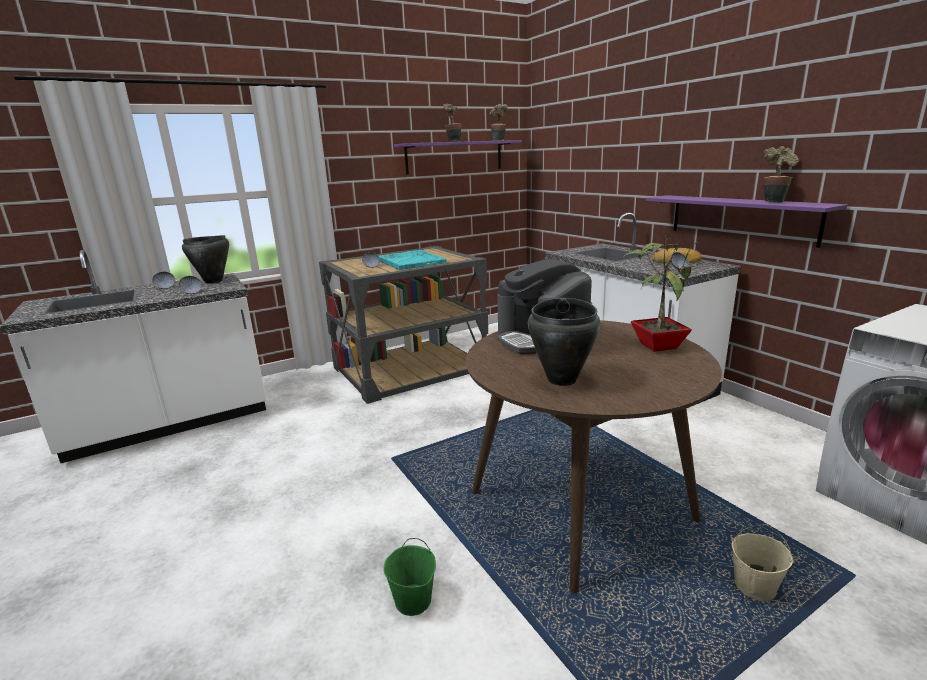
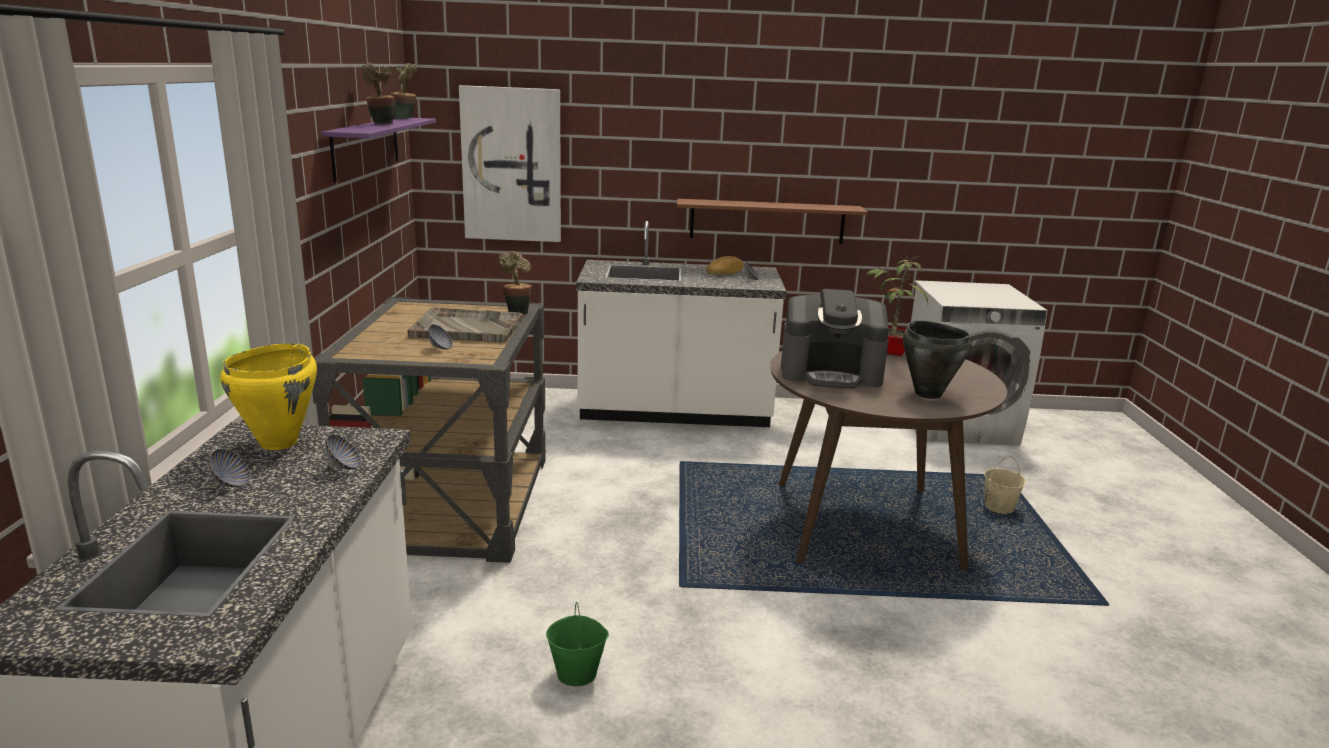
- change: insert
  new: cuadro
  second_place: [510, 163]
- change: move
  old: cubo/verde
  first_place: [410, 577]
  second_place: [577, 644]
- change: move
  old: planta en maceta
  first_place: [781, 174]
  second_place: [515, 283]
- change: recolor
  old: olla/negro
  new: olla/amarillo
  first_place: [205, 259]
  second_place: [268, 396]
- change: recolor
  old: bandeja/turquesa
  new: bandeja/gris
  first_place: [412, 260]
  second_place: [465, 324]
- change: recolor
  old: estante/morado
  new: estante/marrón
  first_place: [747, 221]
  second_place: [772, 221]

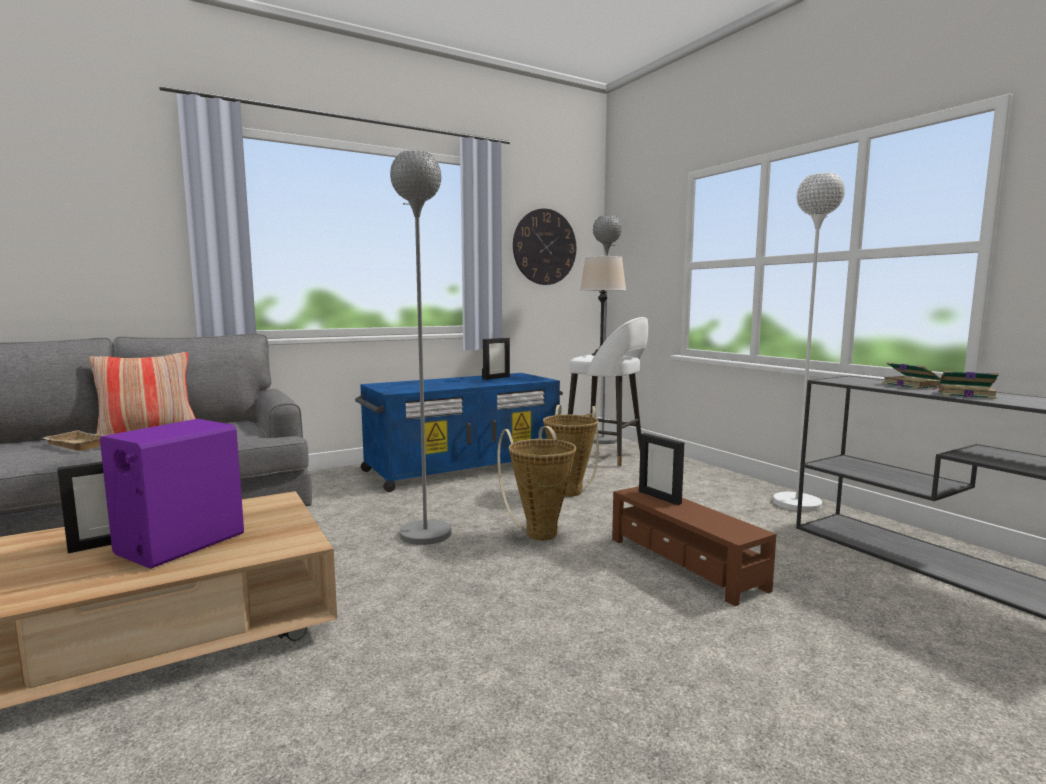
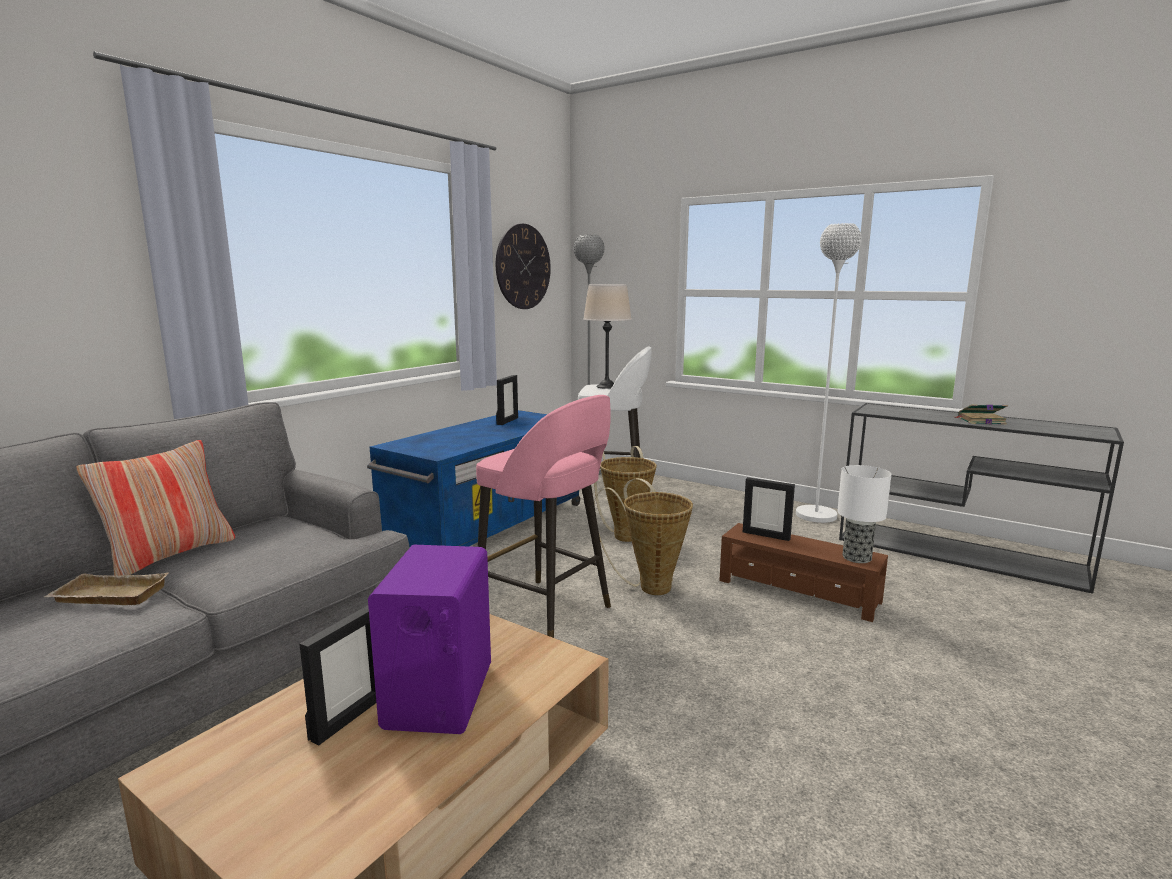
- change: delete
  old: libro
  first_place: [911, 375]
- change: insert
  new: lámpara de mesa
  second_place: [864, 514]
- change: replace
  old: lámpara de pie/gris
  new: taburete/rosa
  first_place: [420, 347]
  second_place: [543, 516]

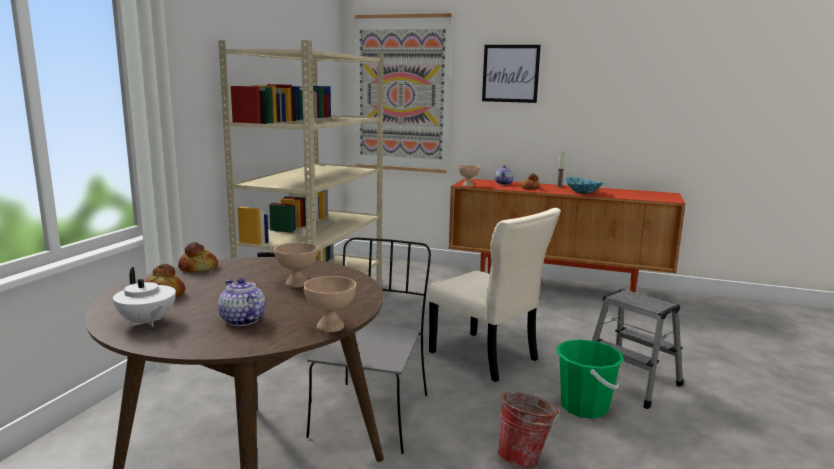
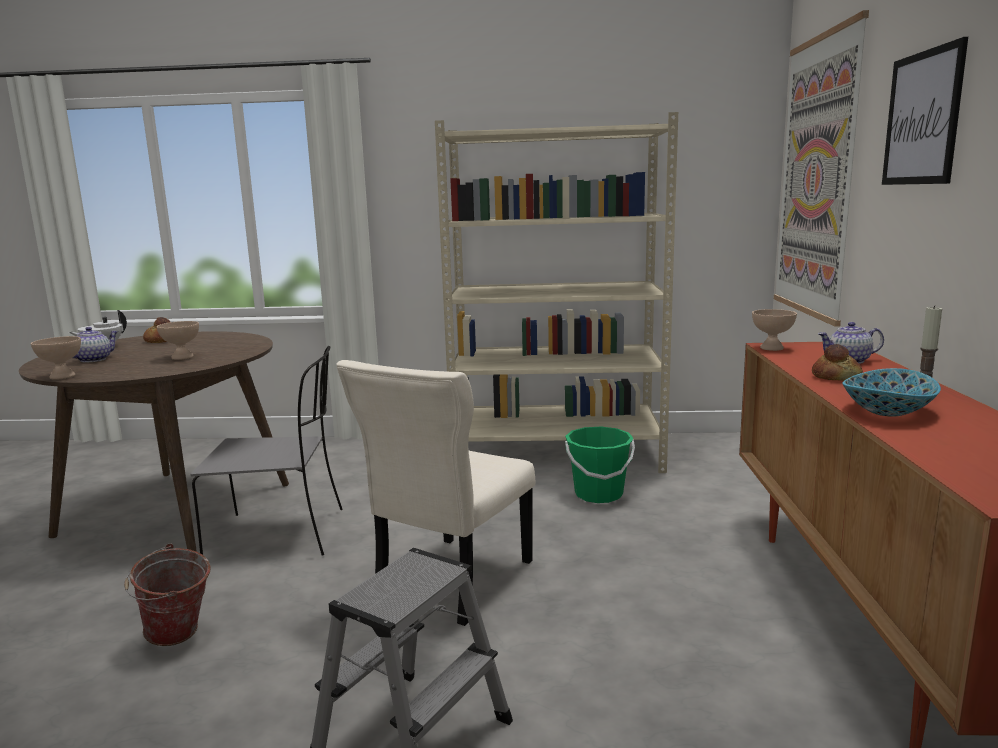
- change: delete
  old: pan
  first_place: [198, 257]
- change: move
  old: cubo/verde
  first_place: [590, 379]
  second_place: [600, 465]

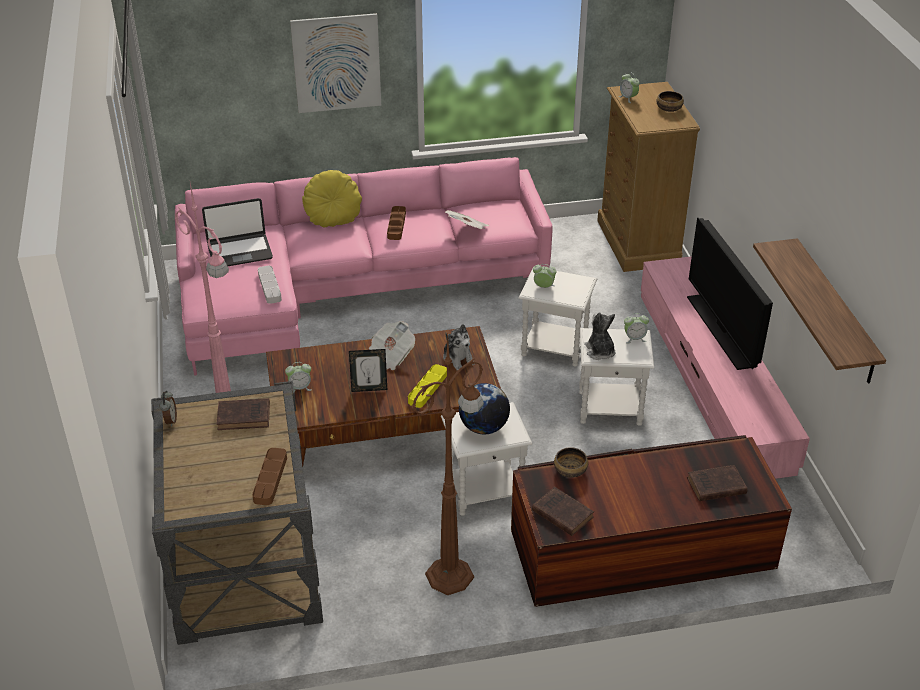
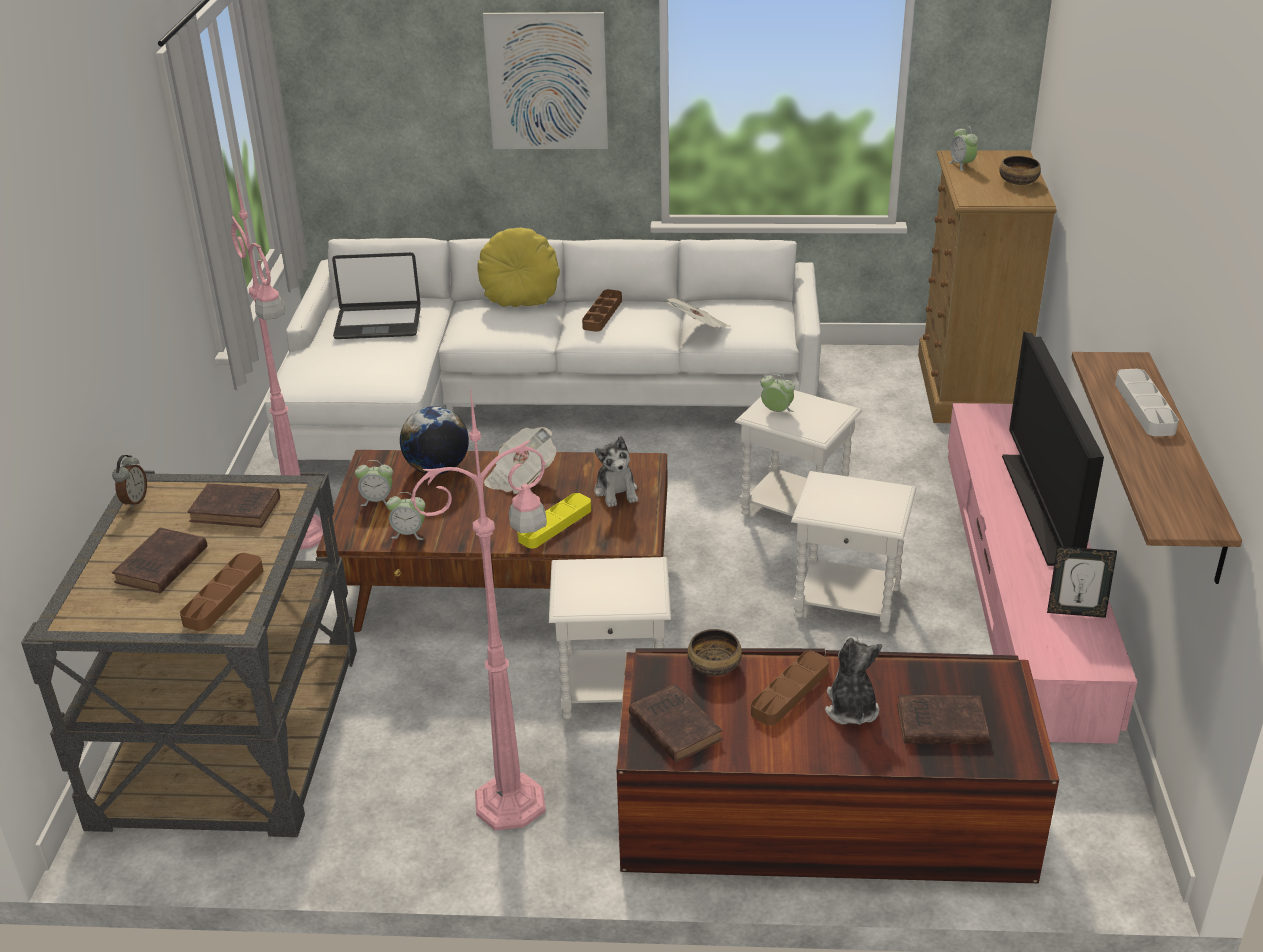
- change: insert
  new: libro/marrón
  second_place: [159, 560]
- change: insert
  new: bandeja/marrón
  second_place: [790, 688]
- change: move
  old: bandeja/gris
  first_place: [270, 285]
  second_place: [1147, 402]
- change: move
  old: portarretratos
  first_place: [368, 370]
  second_place: [1082, 582]
- change: move
  old: globo terráqueo
  first_place: [484, 408]
  second_place: [434, 440]
- change: move
  old: peluche
  first_place: [599, 336]
  second_place: [853, 680]
- change: move
  old: despertador
  first_place: [636, 328]
  second_place: [405, 516]
- change: recolor
  old: sofá/rosa
  new: sofá/blanco
  first_place: [363, 266]
  second_place: [543, 349]
- change: recolor
  old: lámpara de pie/marrón
  new: lámpara de pie/rosa
  first_place: [448, 465]
  second_place: [479, 608]

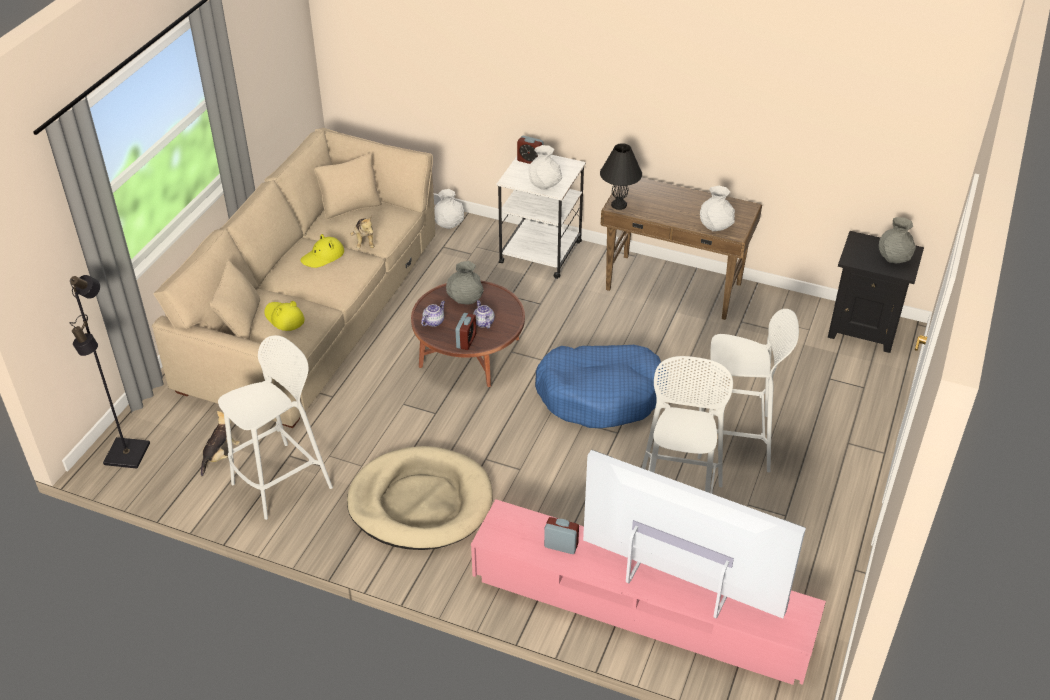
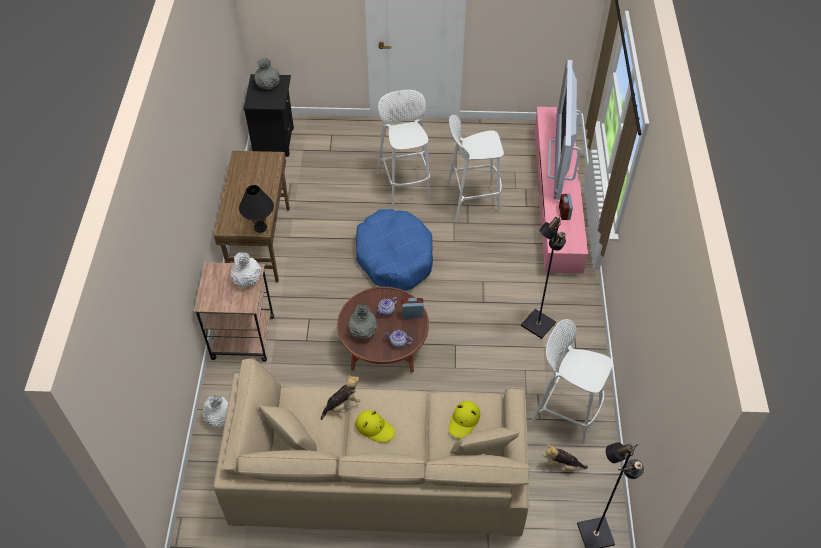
- change: delete
  old: despertador
  first_place: [530, 149]
- change: delete
  old: florero/blanco
  first_place: [717, 208]
- change: replace
  old: cama para perro/beis
  new: lámpara de pie/negro
  first_place: [420, 498]
  second_place: [543, 276]
- change: recolor
  old: carrito/blanco
  new: carrito/marrón
  first_place: [541, 217]
  second_place: [234, 312]

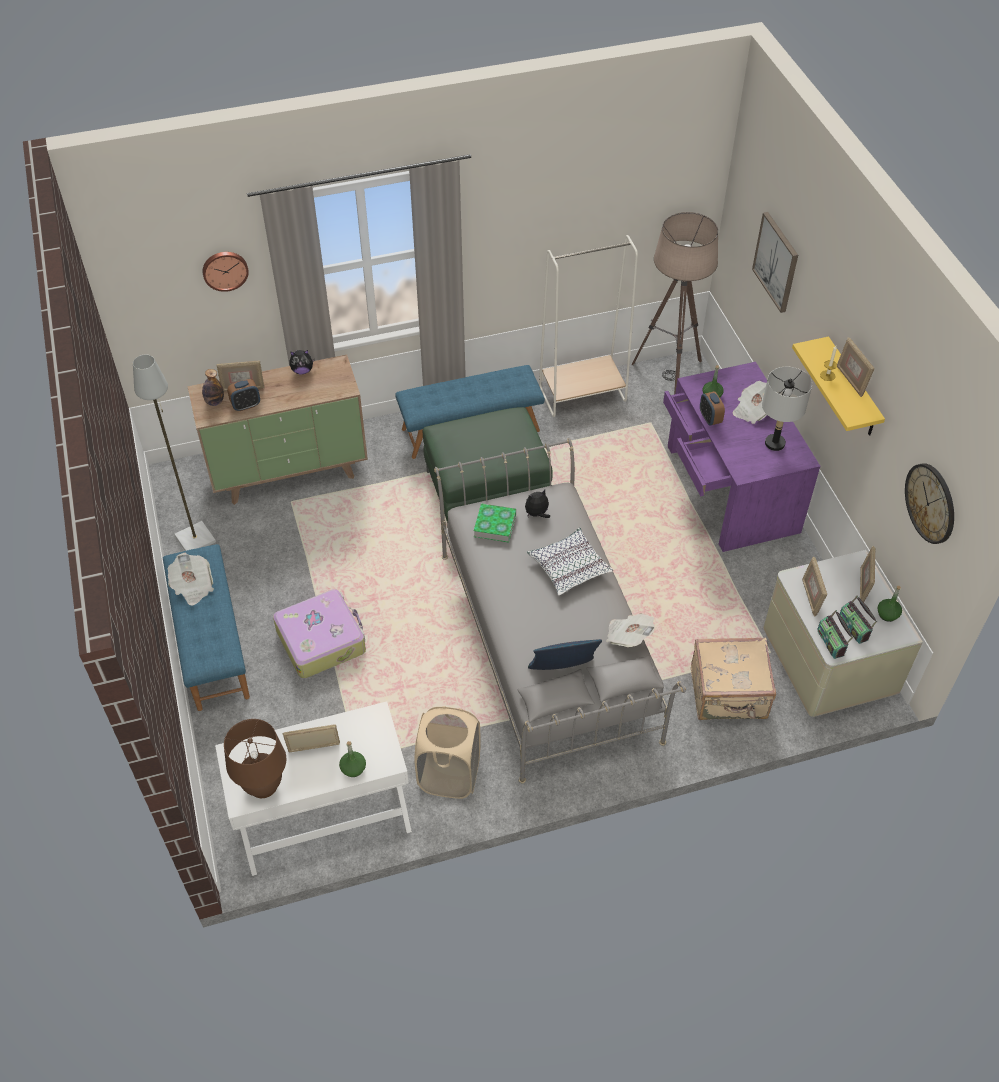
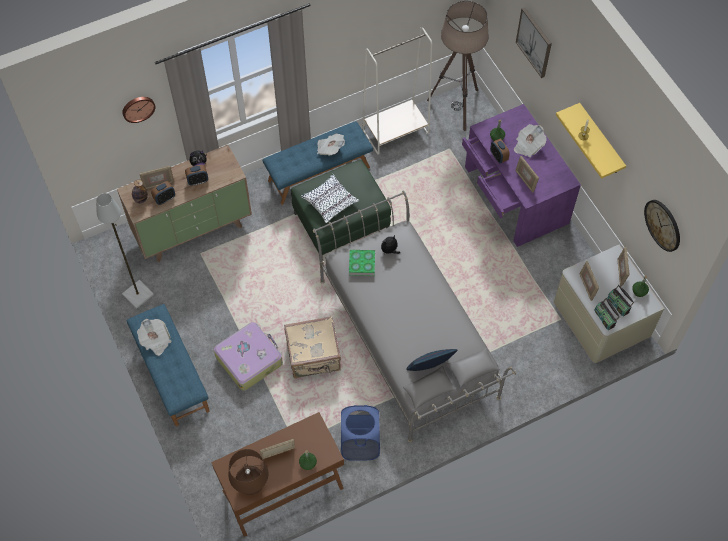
- change: delete
  old: lámpara de mesa/gris
  first_place: [787, 409]
- change: insert
  new: despertador
  second_place: [196, 175]
- change: move
  old: cojín/blanco
  first_place: [570, 561]
  second_place: [330, 198]
- change: move
  old: periódico
  first_place: [630, 630]
  second_place: [331, 145]
- change: move
  old: maleta/beis
  first_place: [733, 678]
  second_place: [312, 347]
- change: move
  old: portarretratos
  first_place: [856, 367]
  second_place: [527, 174]
- change: recolor
  old: mesa consola/blanco
  new: mesa consola/marrón
  first_place: [313, 788]
  second_place: [277, 474]
- change: recolor
  old: cesto de la ropa/beis
  new: cesto de la ropa/azul
  first_place: [447, 752]
  second_place: [360, 433]

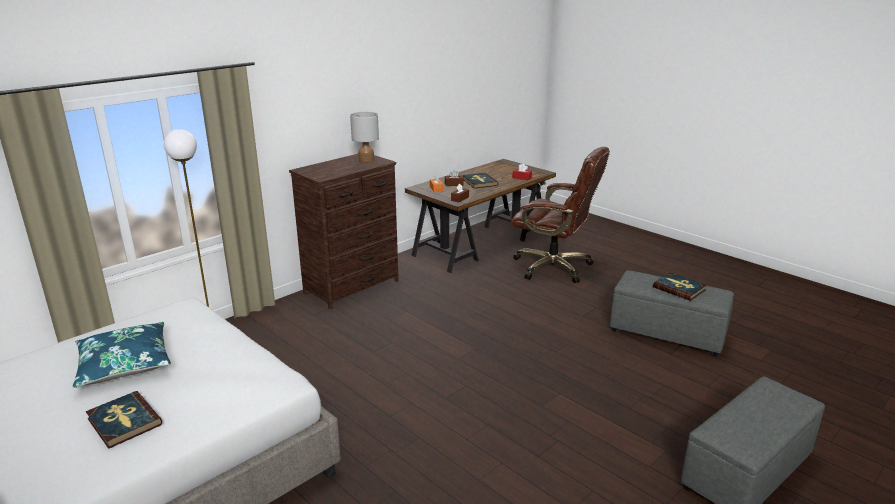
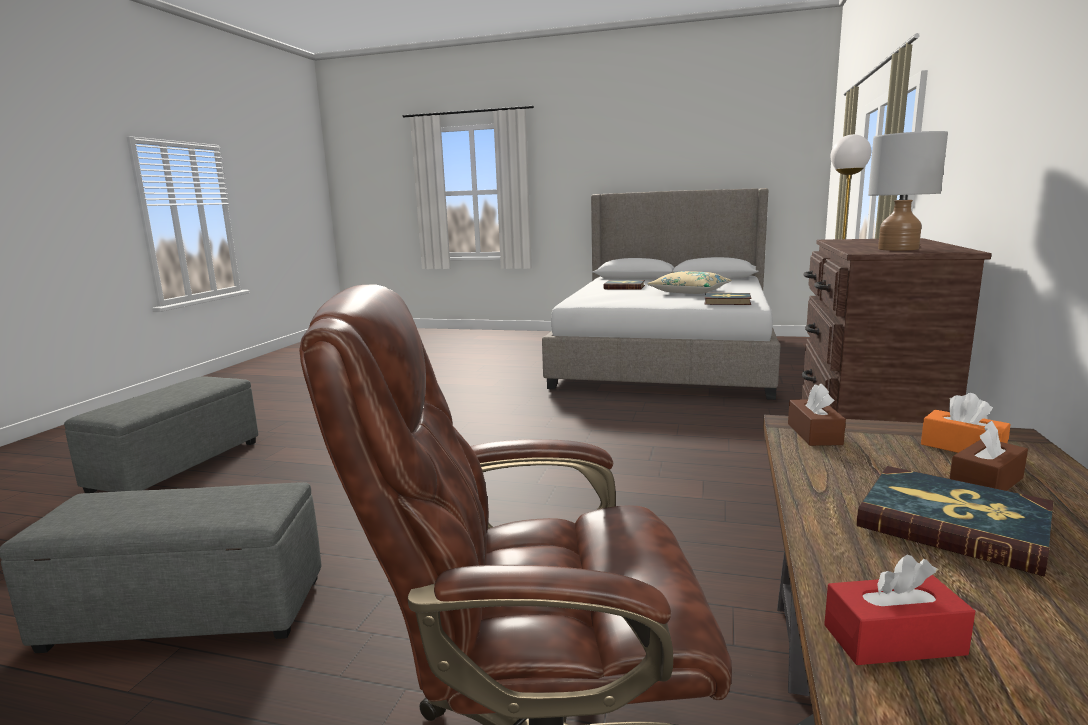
- change: move
  old: libro
  first_place: [680, 286]
  second_place: [727, 299]
- change: recolor
  old: cojín/azul
  new: cojín/beis
  first_place: [122, 355]
  second_place: [689, 282]

